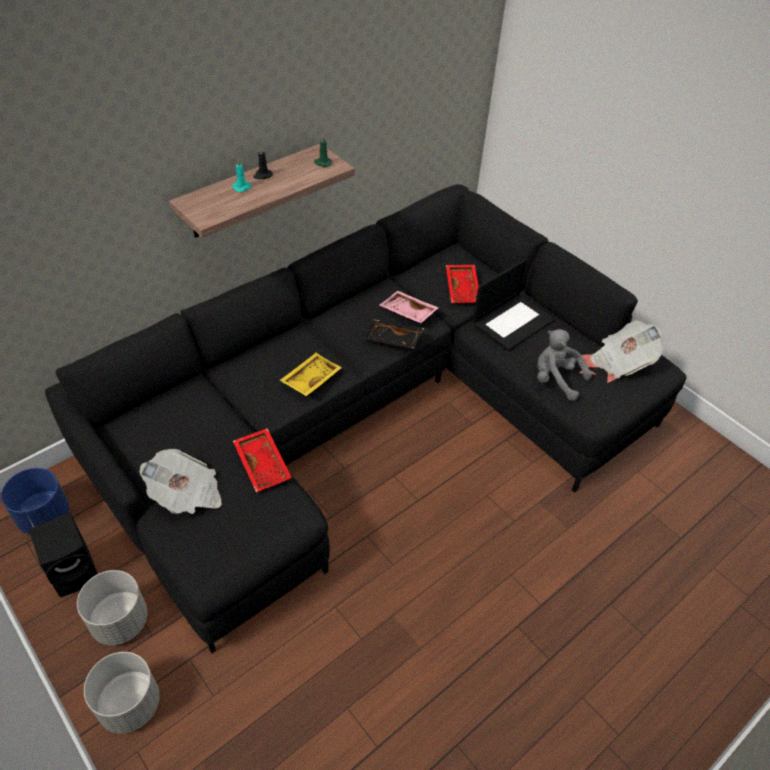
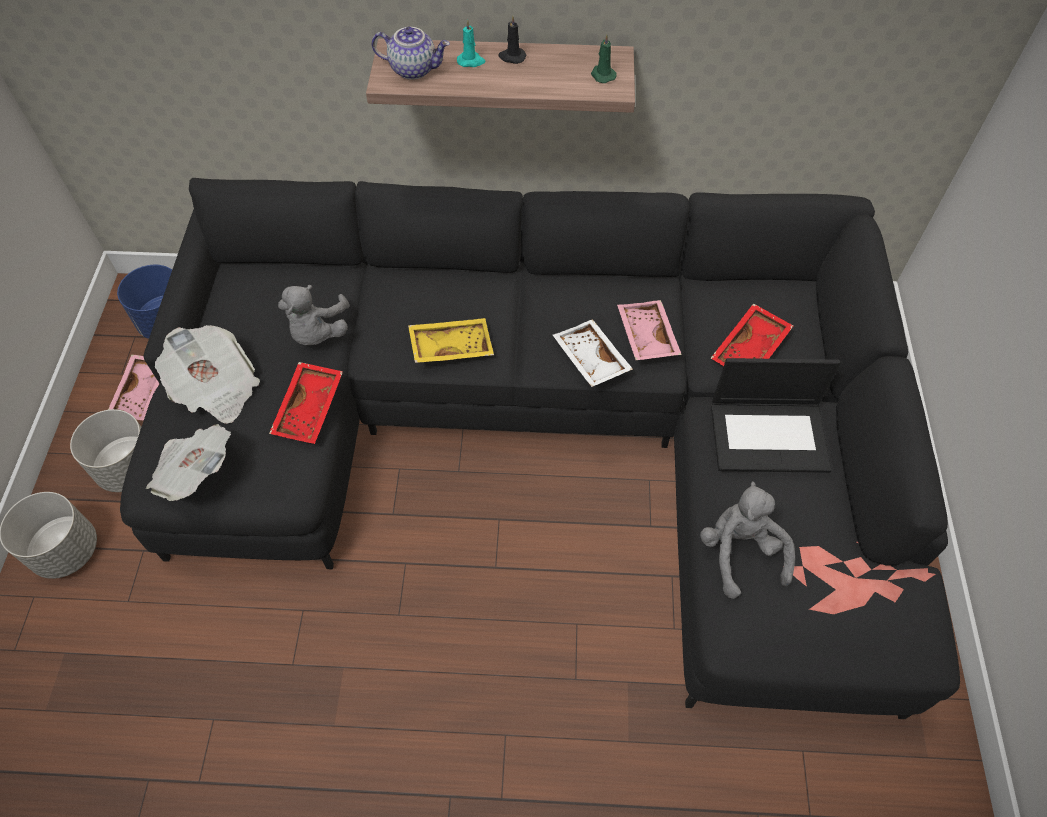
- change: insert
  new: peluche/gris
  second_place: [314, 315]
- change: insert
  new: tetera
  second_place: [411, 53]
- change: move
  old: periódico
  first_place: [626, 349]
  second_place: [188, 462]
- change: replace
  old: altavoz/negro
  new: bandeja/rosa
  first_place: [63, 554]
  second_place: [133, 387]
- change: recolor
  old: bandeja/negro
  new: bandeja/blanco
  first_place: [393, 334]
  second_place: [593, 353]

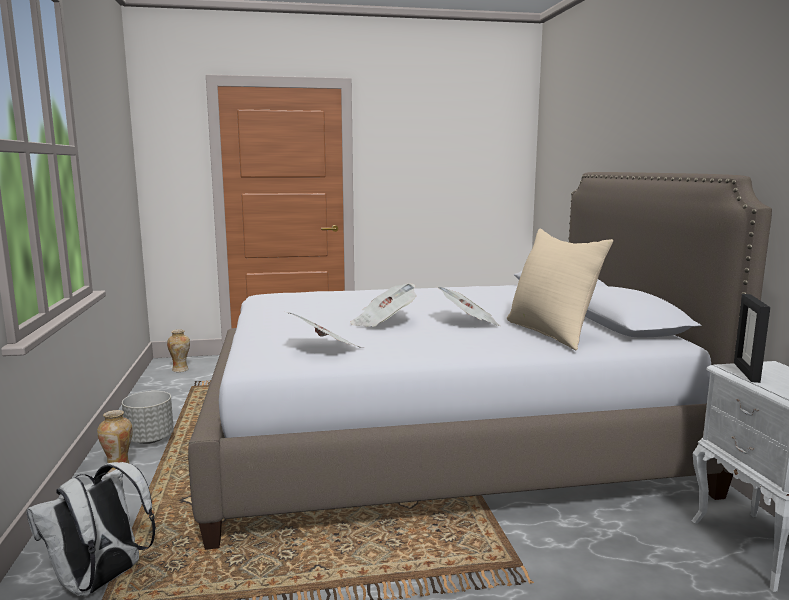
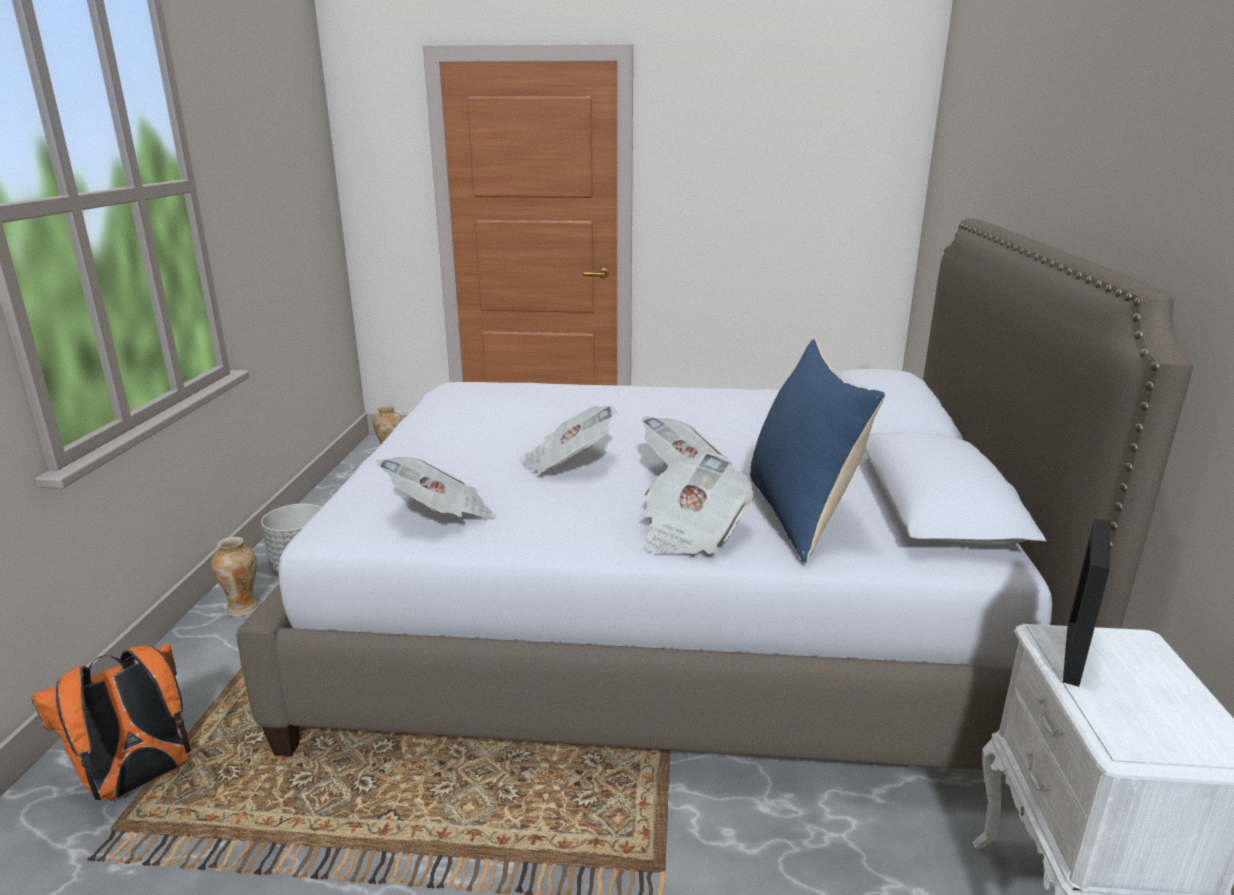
- change: insert
  new: periódico
  second_place: [697, 503]
- change: recolor
  old: mochila/blanco
  new: mochila/naranja
  first_place: [91, 529]
  second_place: [111, 722]
- change: recolor
  old: cojín/beis
  new: cojín/azul
  first_place: [560, 289]
  second_place: [818, 451]

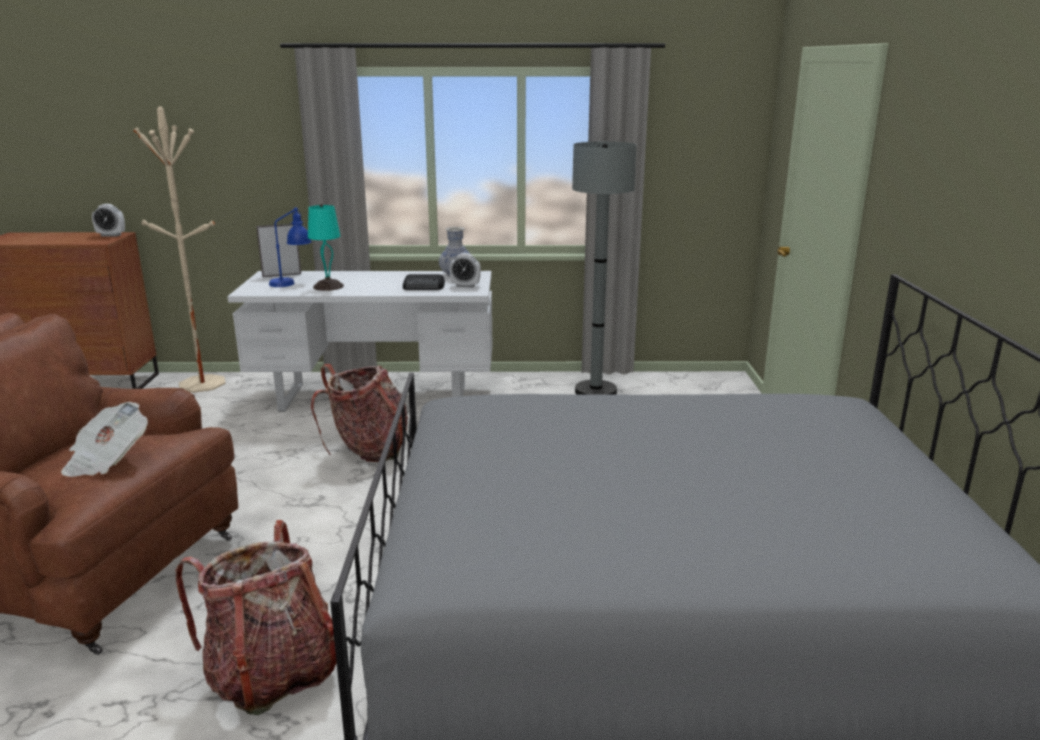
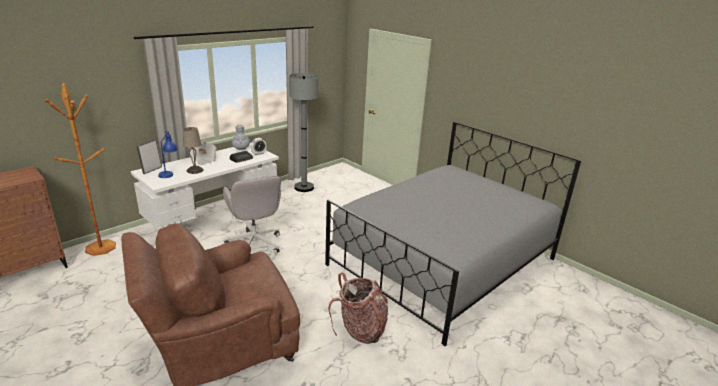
- change: delete
  old: despertador
  first_place: [108, 220]
- change: move
  old: periódico
  first_place: [104, 439]
  second_place: [203, 153]
- change: replace
  old: mochila
  new: silla de oficina/gris
  first_place: [359, 413]
  second_place: [252, 215]
- change: recolor
  old: perchero/beis
  new: perchero/naranja
  first_place: [179, 249]
  second_place: [80, 169]
- change: recolor
  old: lámpara de mesa/turquesa
  new: lámpara de mesa/beis
  first_place: [326, 247]
  second_place: [193, 150]

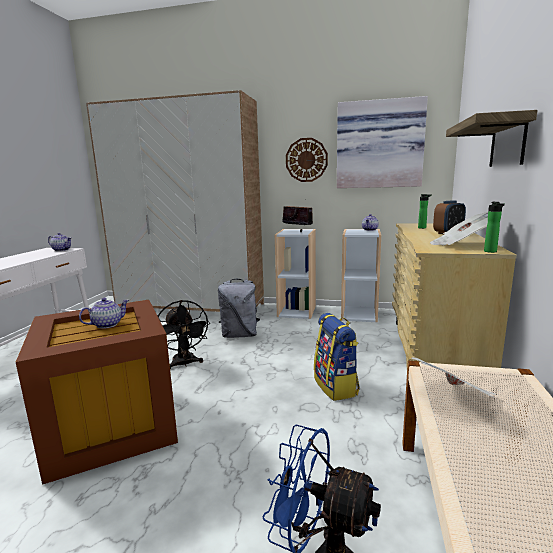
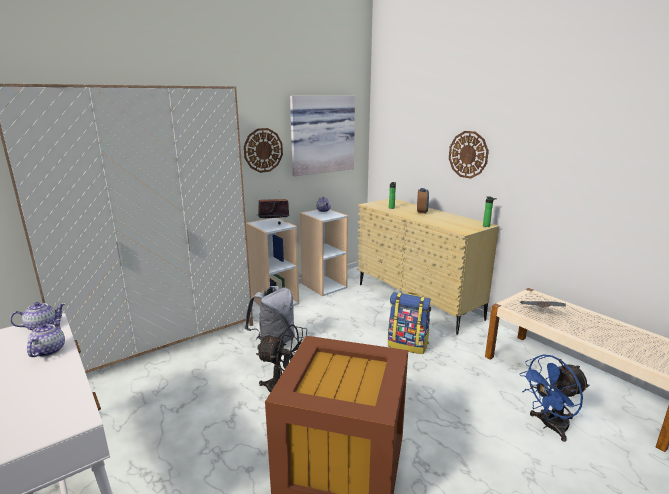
- change: delete
  old: periódico
  first_place: [459, 228]
- change: move
  old: tetera
  first_place: [104, 313]
  second_place: [46, 338]
- change: replace
  old: estante
  new: reloj de pared
  first_place: [492, 138]
  second_place: [469, 155]

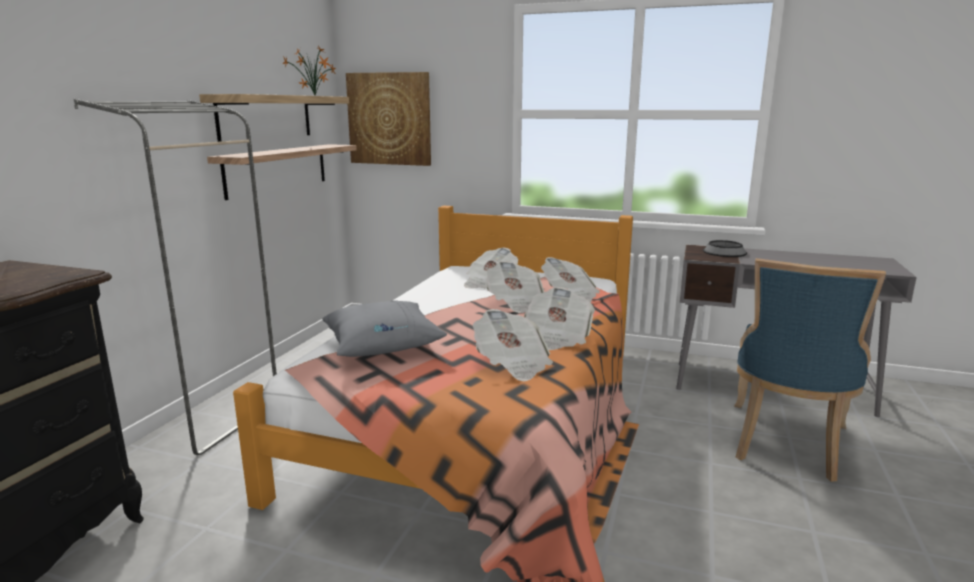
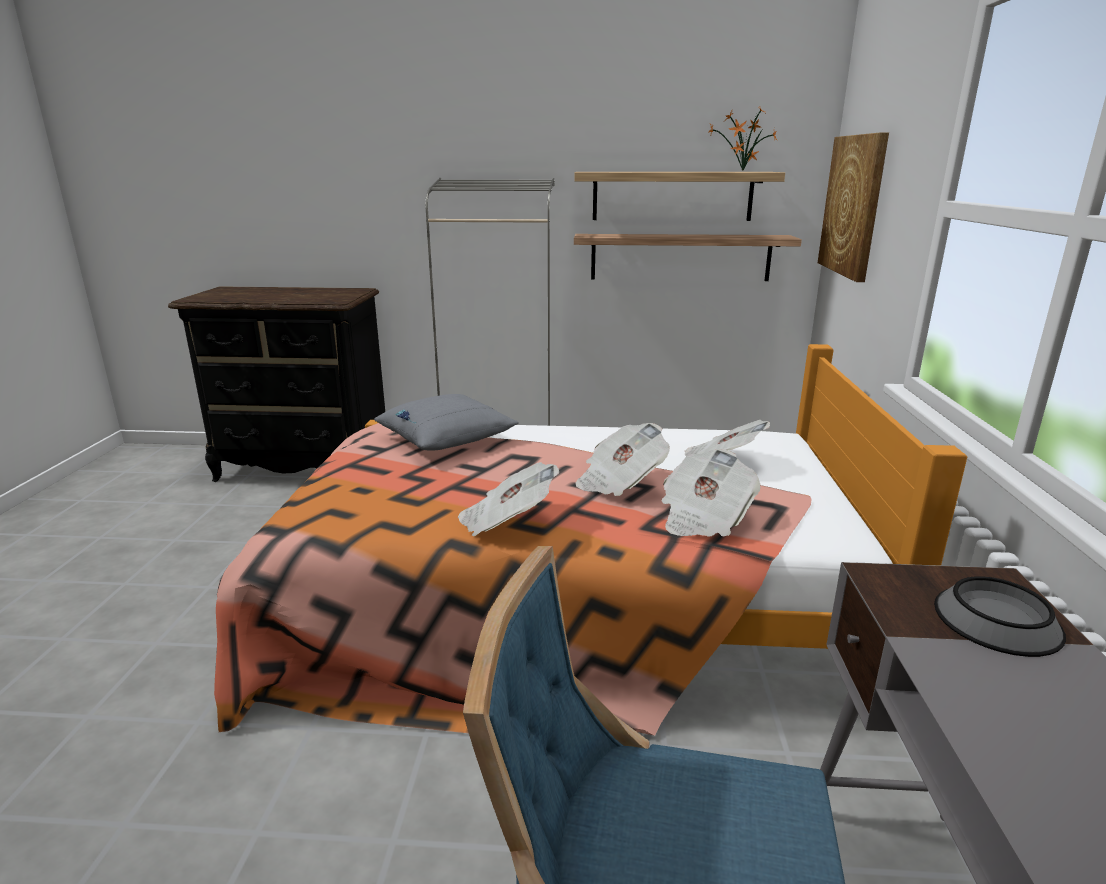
- change: delete
  old: periódico
  first_place: [513, 345]

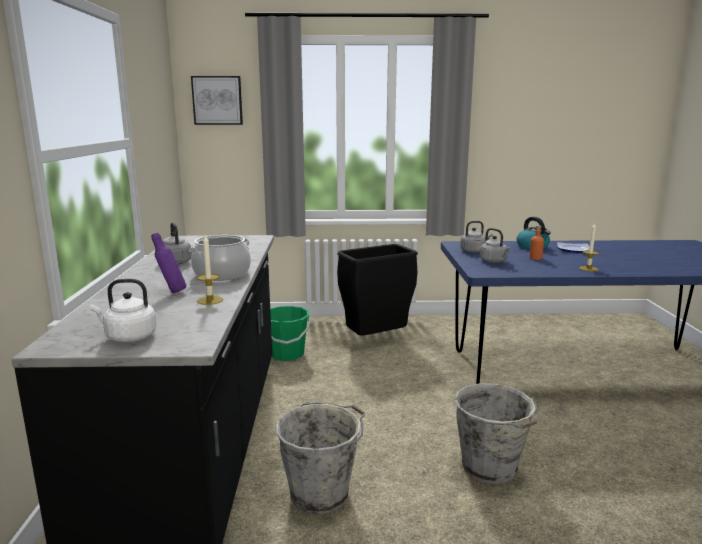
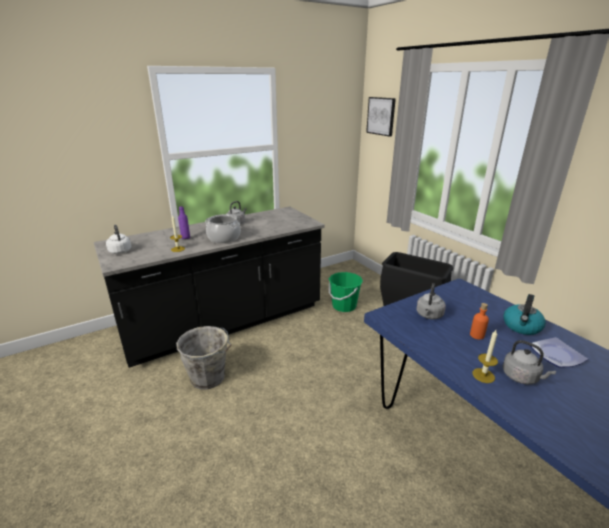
- change: delete
  old: cubo/gris
  first_place: [496, 433]
- change: move
  old: hervidor/gris
  first_place: [476, 237]
  second_place: [529, 362]

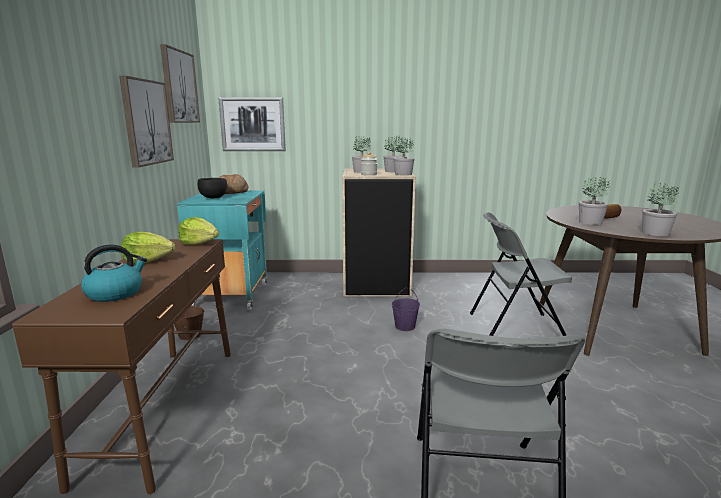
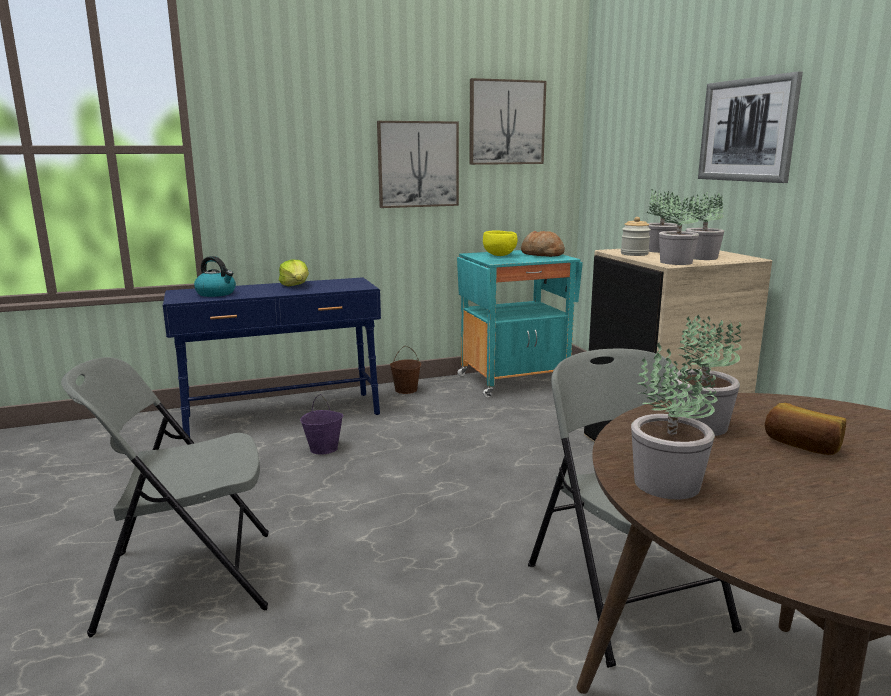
- change: delete
  old: lechuga
  first_place: [198, 231]
- change: move
  old: cuadro
  first_place: [252, 124]
  second_place: [750, 127]
- change: move
  old: cubo/morado
  first_place: [406, 309]
  second_place: [321, 424]
- change: recolor
  old: mesa consola/marrón
  new: mesa consola/azul
  first_place: [121, 366]
  second_place: [272, 357]
- change: recolor
  old: cuenco/negro
  new: cuenco/amarillo
  first_place: [212, 188]
  second_place: [500, 243]

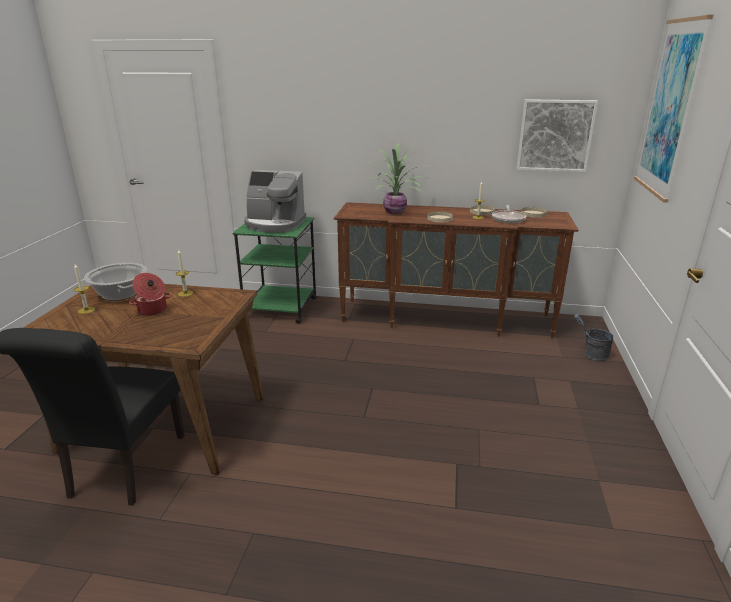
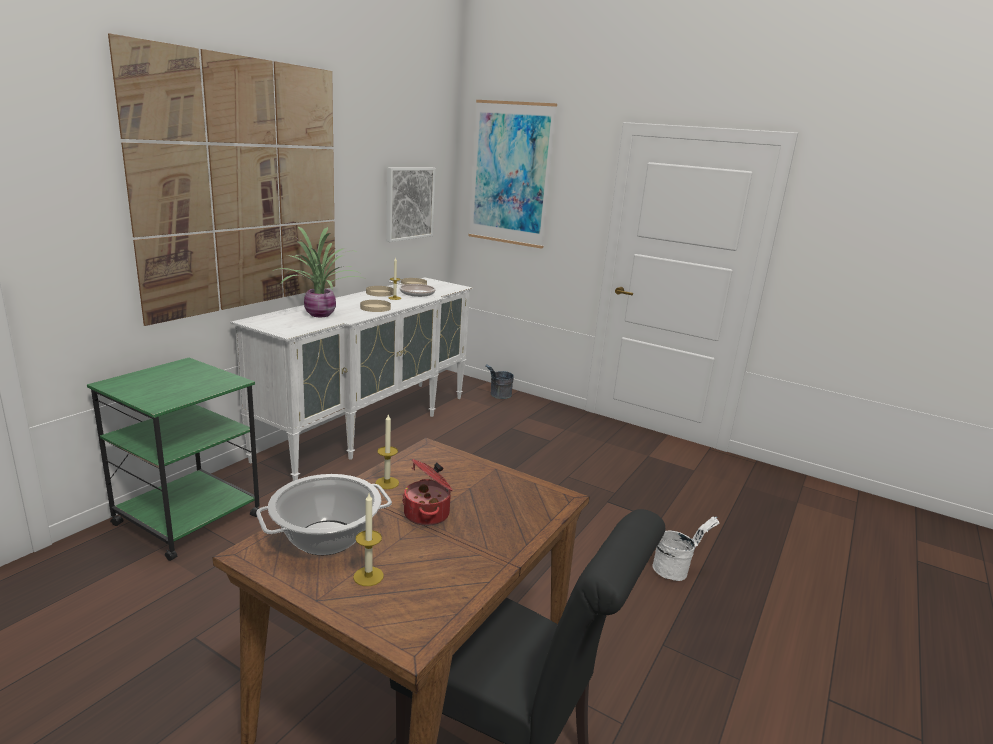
- change: delete
  old: cafetera
  first_place: [275, 201]
- change: insert
  new: cuadro
  second_place: [221, 179]
- change: insert
  new: cubo/blanco
  second_place: [686, 548]
- change: recolor
  old: armario/marrón
  new: armario/blanco
  first_place: [456, 270]
  second_place: [351, 379]

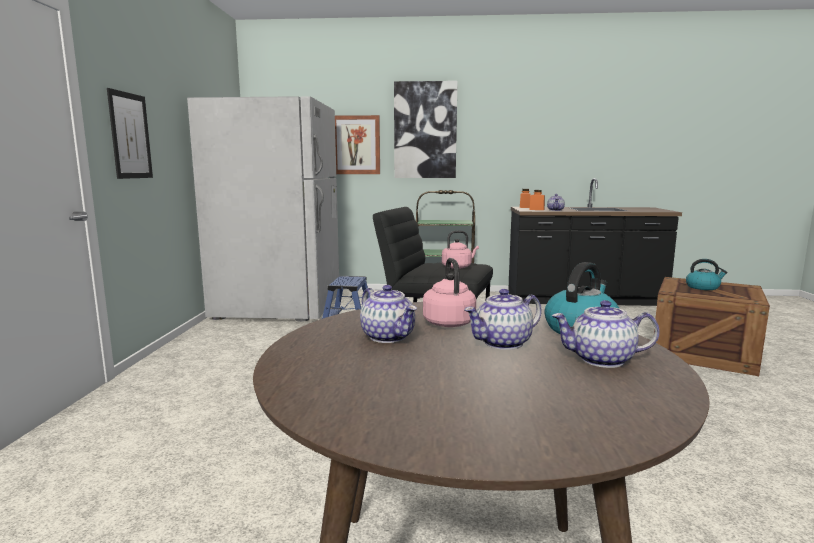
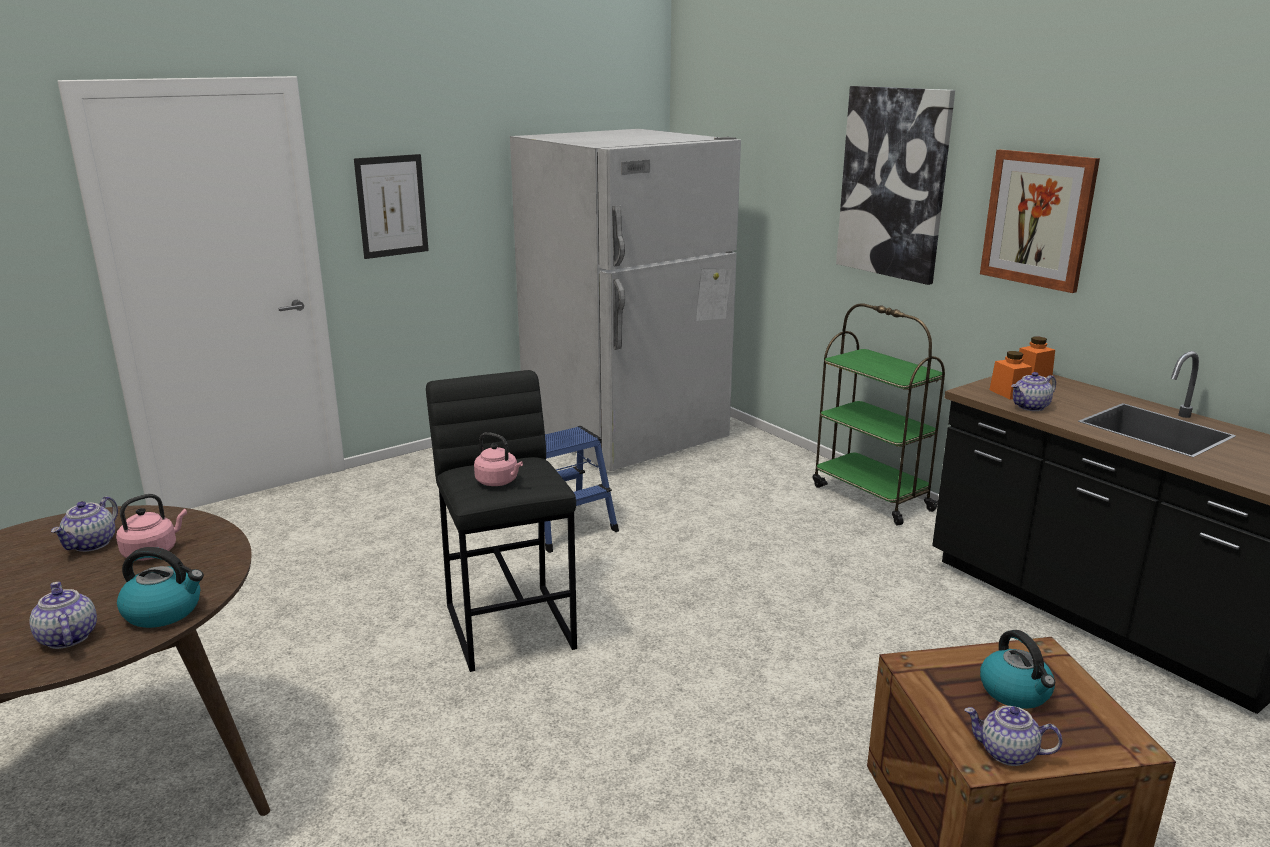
- change: move
  old: cuadro
  first_place: [357, 144]
  second_place: [1040, 221]
- change: move
  old: tetera
  first_place: [503, 319]
  second_place: [1013, 736]

